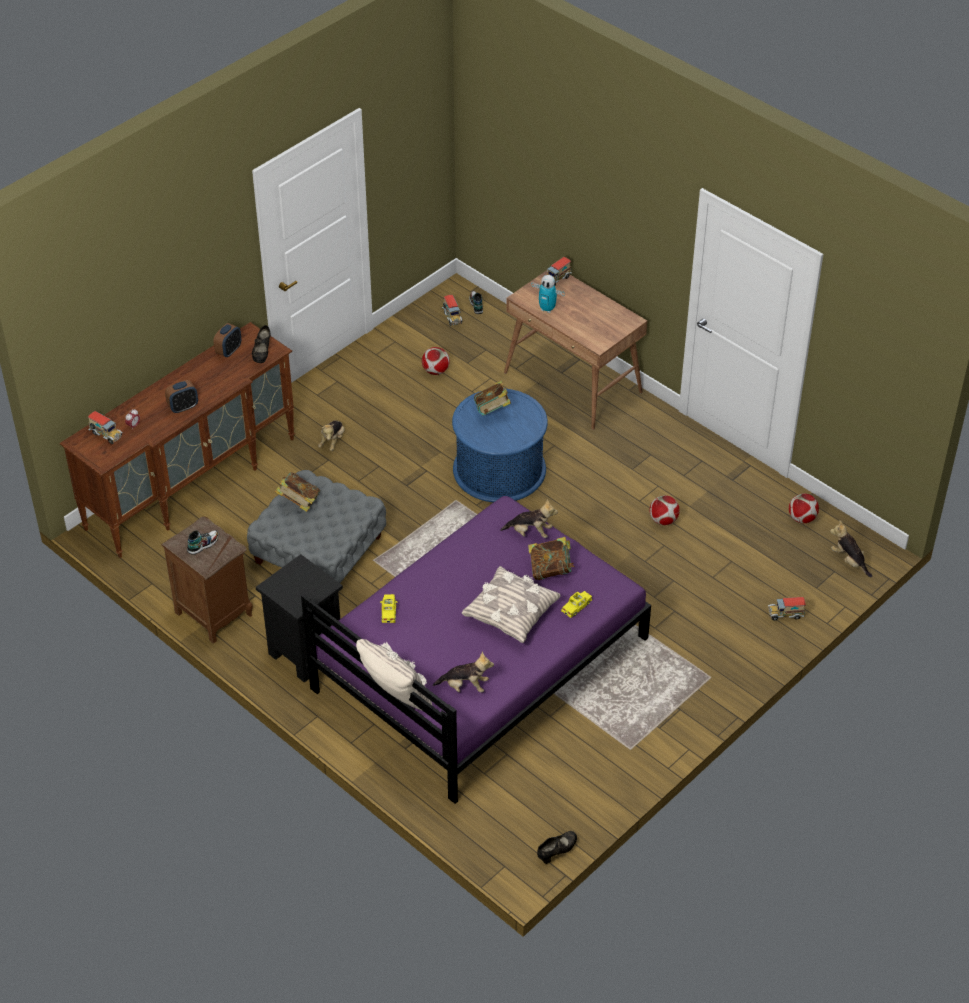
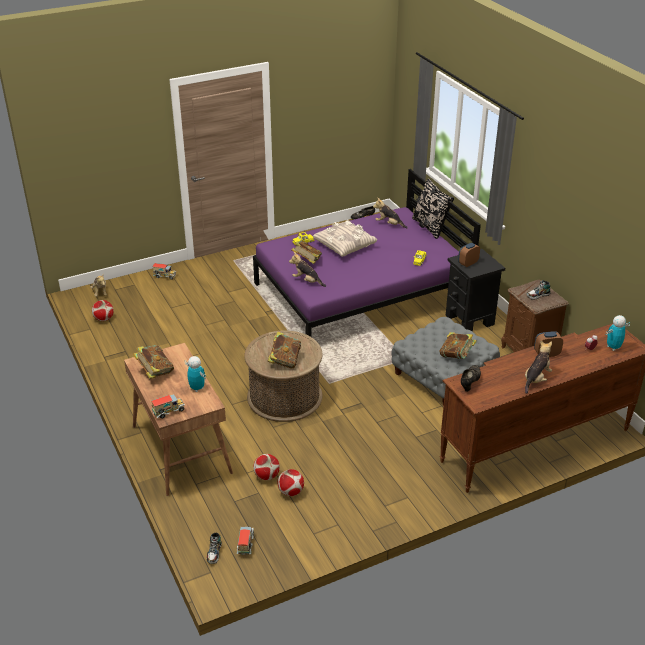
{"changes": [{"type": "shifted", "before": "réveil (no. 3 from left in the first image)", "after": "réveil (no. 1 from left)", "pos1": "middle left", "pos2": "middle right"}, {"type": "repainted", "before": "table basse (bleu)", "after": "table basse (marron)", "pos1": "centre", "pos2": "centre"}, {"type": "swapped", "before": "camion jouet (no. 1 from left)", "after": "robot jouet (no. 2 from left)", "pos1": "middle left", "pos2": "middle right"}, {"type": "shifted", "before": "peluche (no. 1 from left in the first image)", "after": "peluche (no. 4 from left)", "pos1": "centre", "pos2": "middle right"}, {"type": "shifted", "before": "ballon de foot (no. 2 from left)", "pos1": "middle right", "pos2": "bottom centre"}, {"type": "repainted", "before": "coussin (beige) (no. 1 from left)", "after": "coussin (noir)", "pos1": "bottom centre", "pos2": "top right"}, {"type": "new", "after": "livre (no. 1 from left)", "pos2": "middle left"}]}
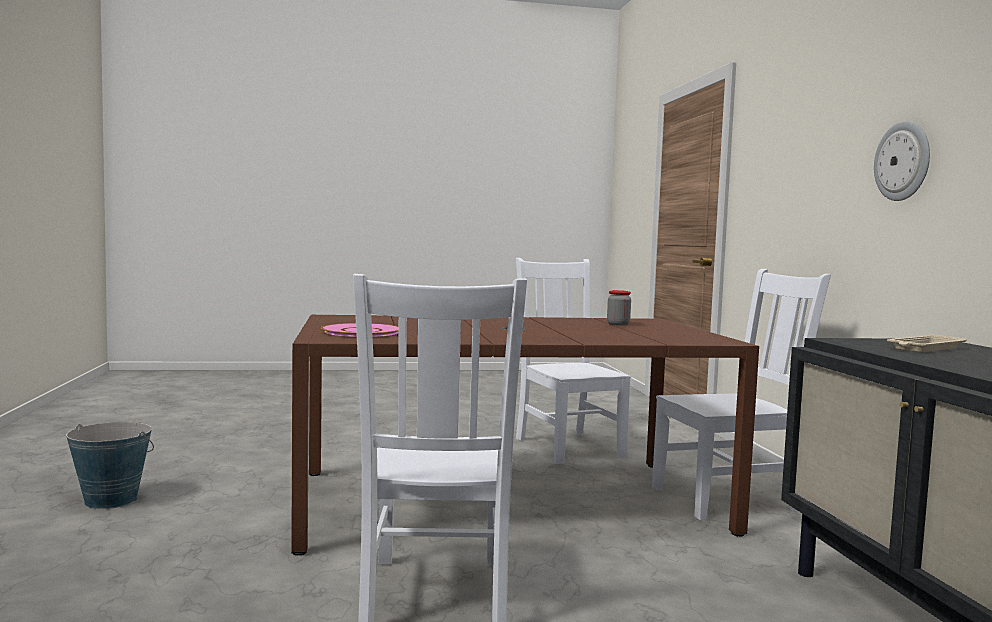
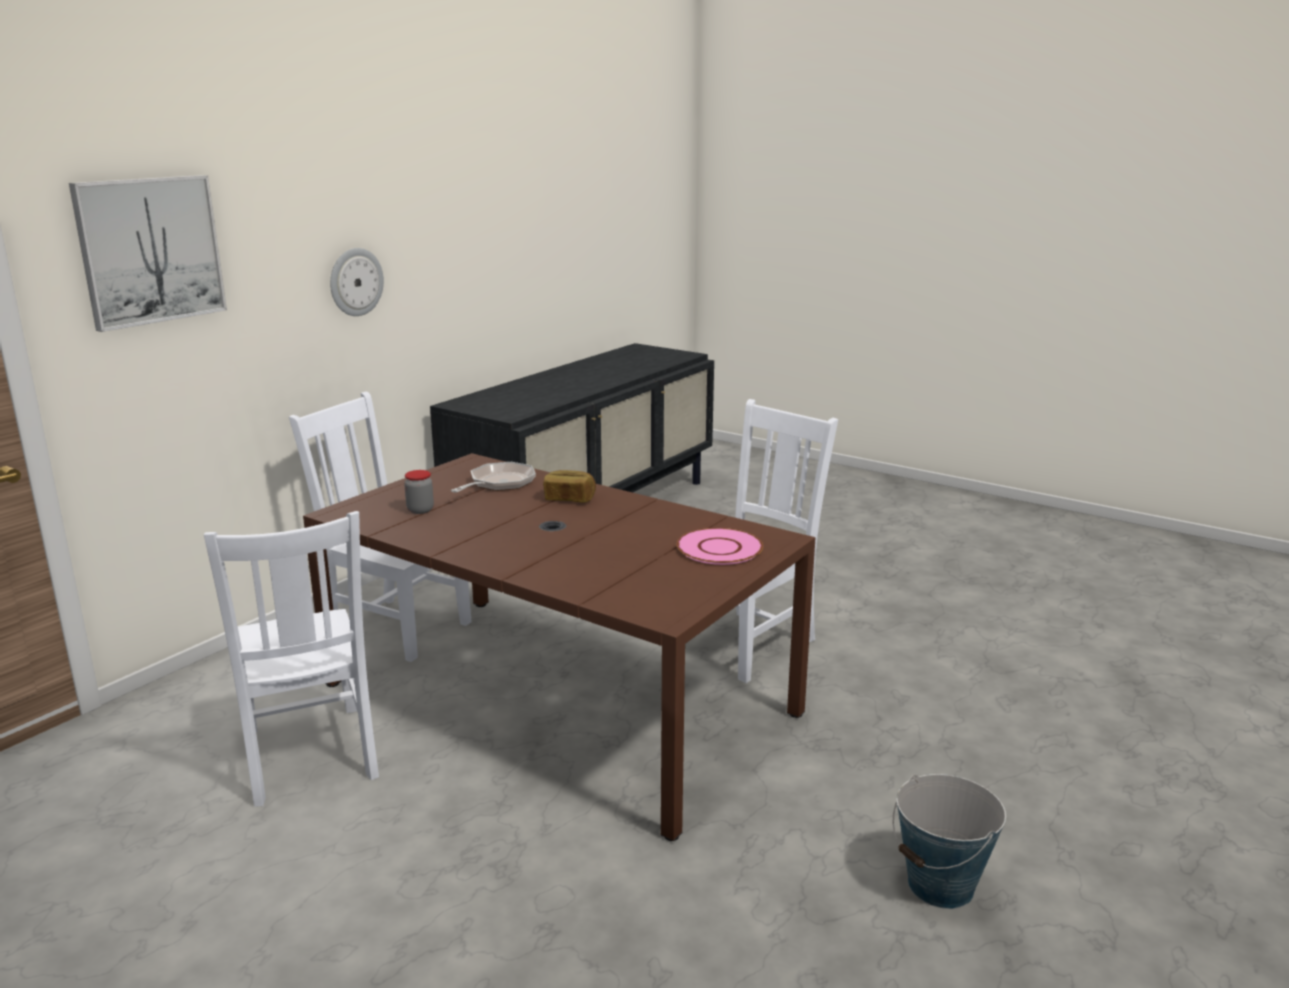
{"changes": [{"type": "rotated", "before": "chaise (blanc) (no. 2 from left in the first image)", "pos1": "centre", "pos2": "bottom left", "turn": -45}, {"type": "gone", "before": "plateau (beige)", "pos1": "middle right"}, {"type": "new", "after": "tableau", "pos2": "top left"}, {"type": "new", "after": "poêle", "pos2": "centre"}, {"type": "new", "after": "pain", "pos2": "centre"}]}
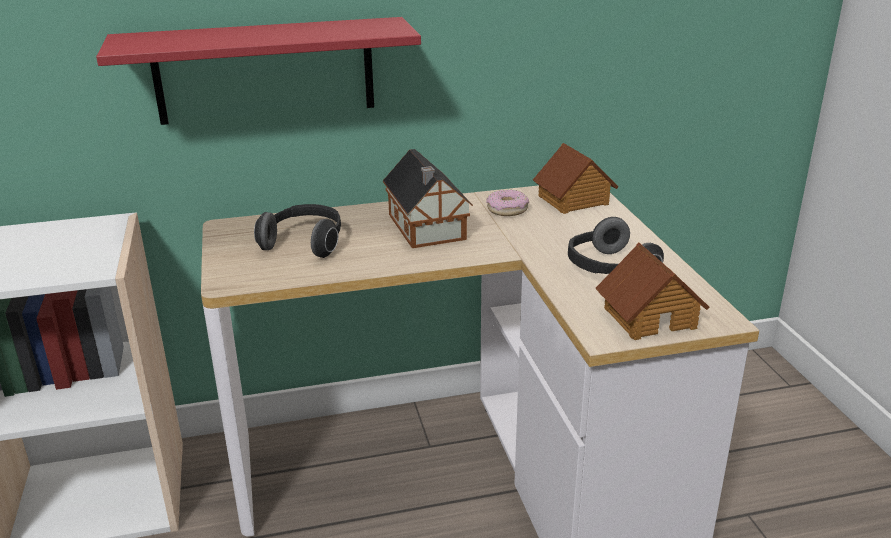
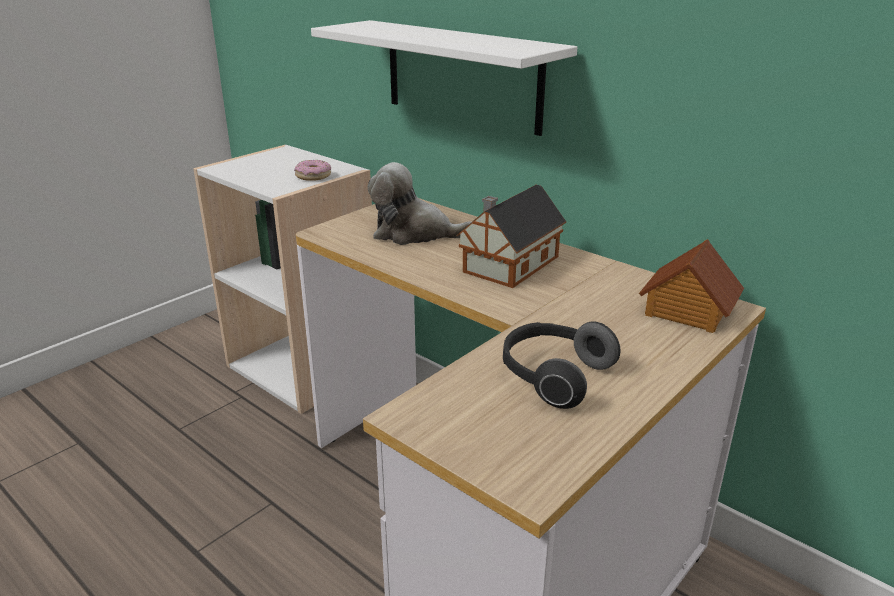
{"changes": [{"type": "repainted", "before": "étagère (rouge)", "after": "étagère (blanc)", "pos1": "top left", "pos2": "top centre"}, {"type": "shifted", "before": "beignet", "pos1": "centre", "pos2": "top centre"}, {"type": "swapped", "before": "casque audio (no. 1 from left)", "after": "peluche", "pos1": "centre", "pos2": "centre"}, {"type": "gone", "before": "maison miniature (no. 3 from left)", "pos1": "middle right"}]}
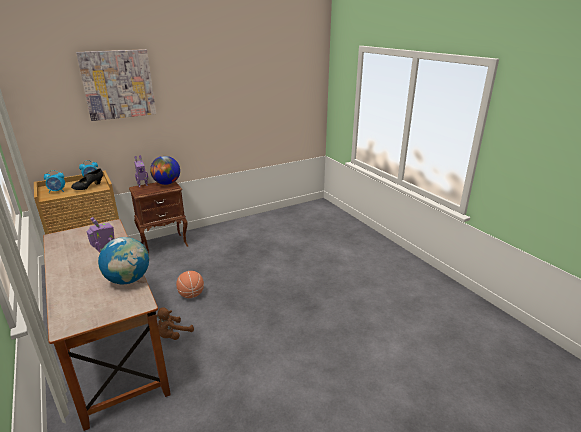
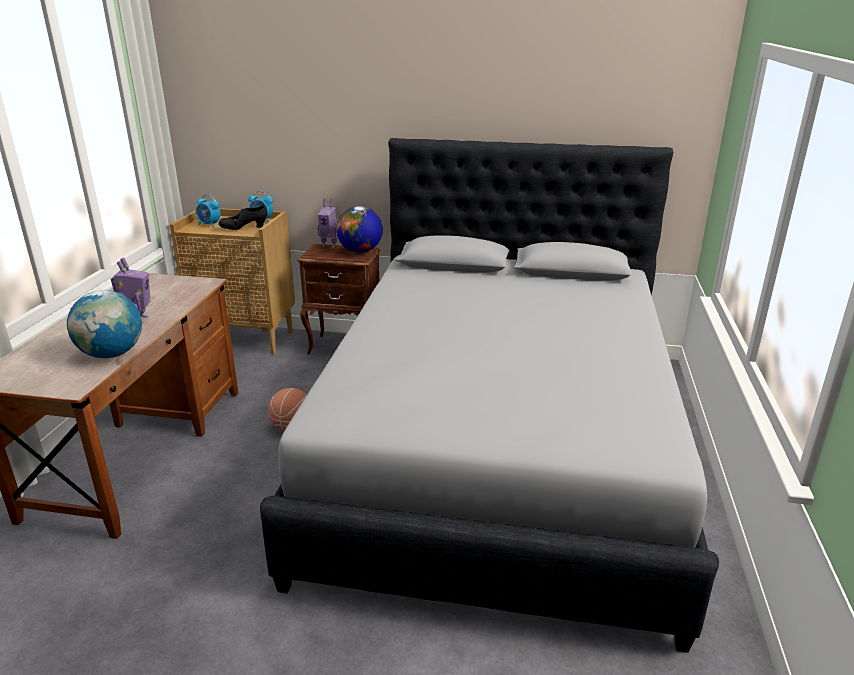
{"changes": [{"type": "gone", "before": "tableau", "pos1": "top left"}, {"type": "gone", "before": "peluche (marron)", "pos1": "bottom left"}, {"type": "new", "after": "lit (gris)", "pos2": "centre"}]}
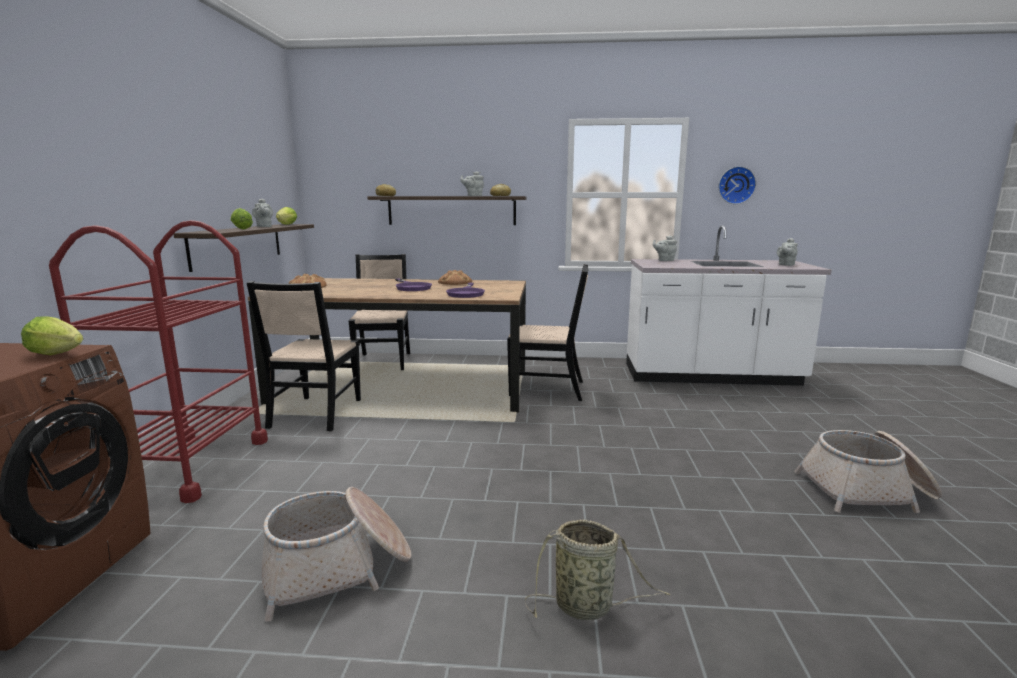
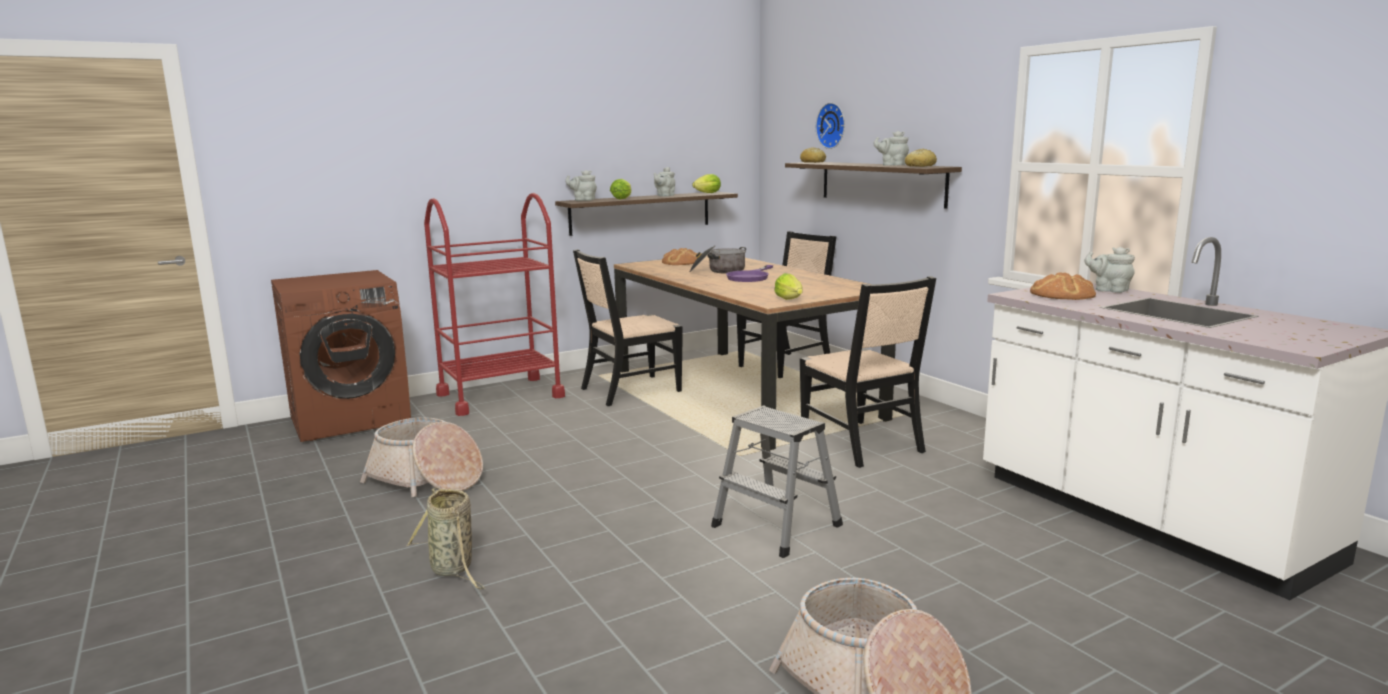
{"changes": [{"type": "shifted", "before": "horloge murale", "pos1": "top right", "pos2": "top centre"}, {"type": "shifted", "before": "théière (gris) (no. 4 from left in the first image)", "after": "théière (gris) (no. 1 from left)", "pos1": "middle right", "pos2": "top centre"}, {"type": "shifted", "before": "pain (no. 3 from left in the first image)", "after": "pain (no. 4 from left)", "pos1": "centre", "pos2": "middle right"}, {"type": "gone", "before": "poêle (violet) (no. 2 from left)", "pos1": "centre"}, {"type": "shifted", "before": "laitue (no. 1 from left in the first image)", "after": "laitue (no. 3 from left)", "pos1": "middle left", "pos2": "centre"}, {"type": "new", "after": "marmite", "pos2": "centre"}, {"type": "new", "after": "escabeau (gris)", "pos2": "bottom centre"}]}
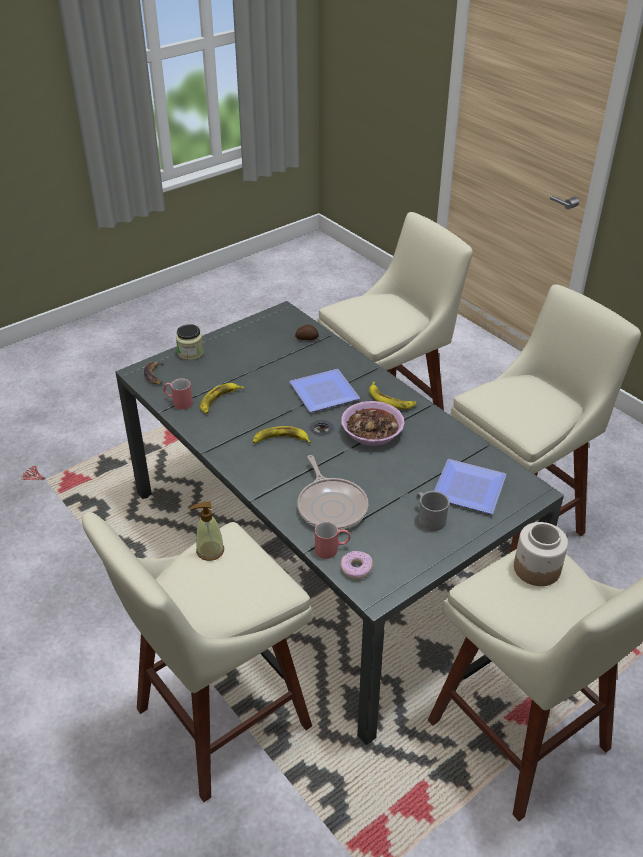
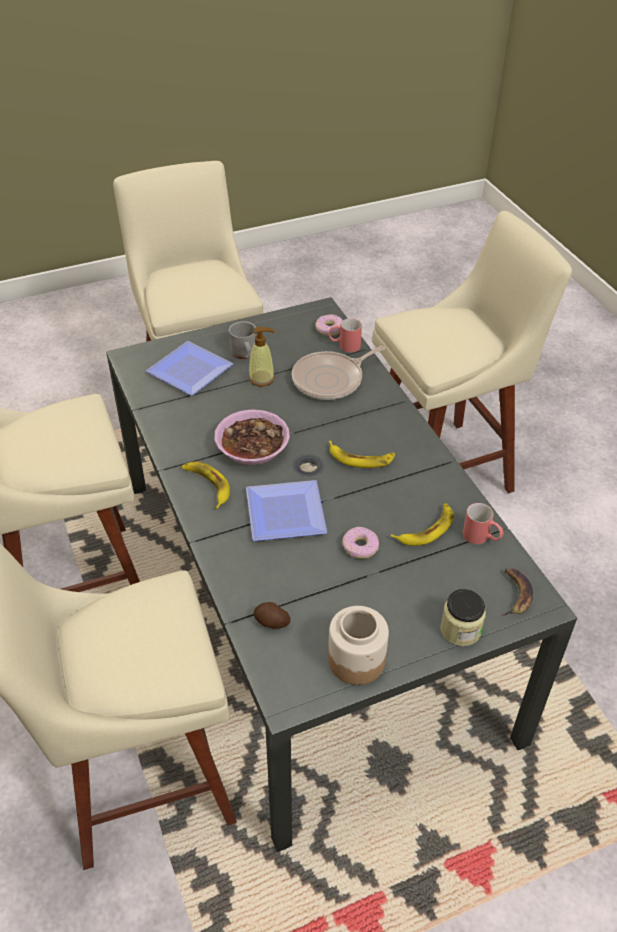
{"changes": [{"type": "rotated", "before": "poêle", "pos1": "centre", "pos2": "centre", "turn": -120}, {"type": "shifted", "before": "distributeur de savon", "pos1": "middle left", "pos2": "centre"}, {"type": "shifted", "before": "bocal (no. 2 from left in the first image)", "after": "bocal (no. 1 from left)", "pos1": "middle right", "pos2": "bottom centre"}, {"type": "new", "after": "beignet (no. 2 from left)", "pos2": "centre"}]}
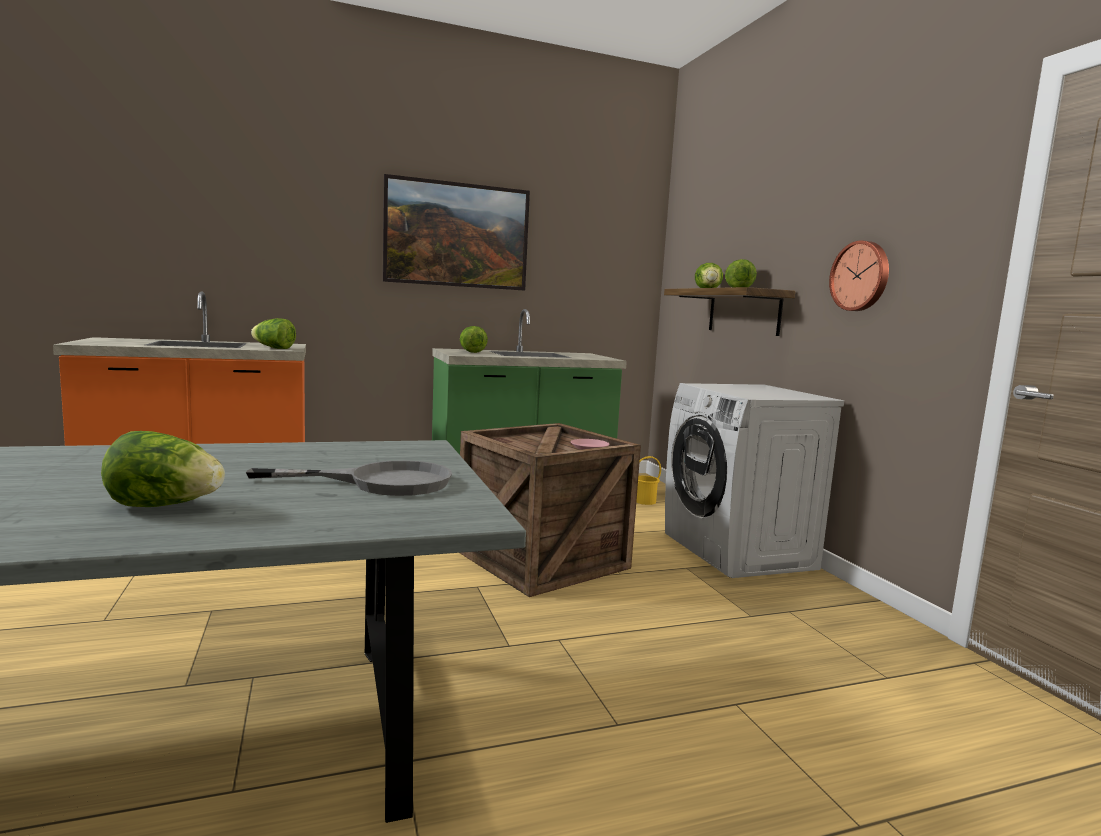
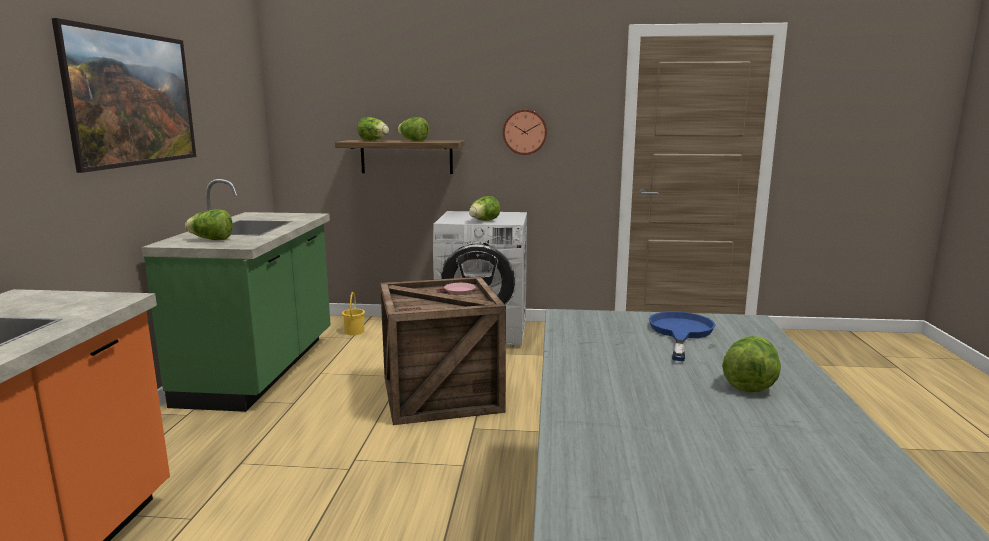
{"changes": [{"type": "shifted", "before": "laitue (no. 2 from left in the first image)", "after": "laitue (no. 4 from left)", "pos1": "middle left", "pos2": "centre"}, {"type": "repainted", "before": "poêle (gris)", "after": "poêle (bleu)", "pos1": "middle left", "pos2": "middle right"}]}
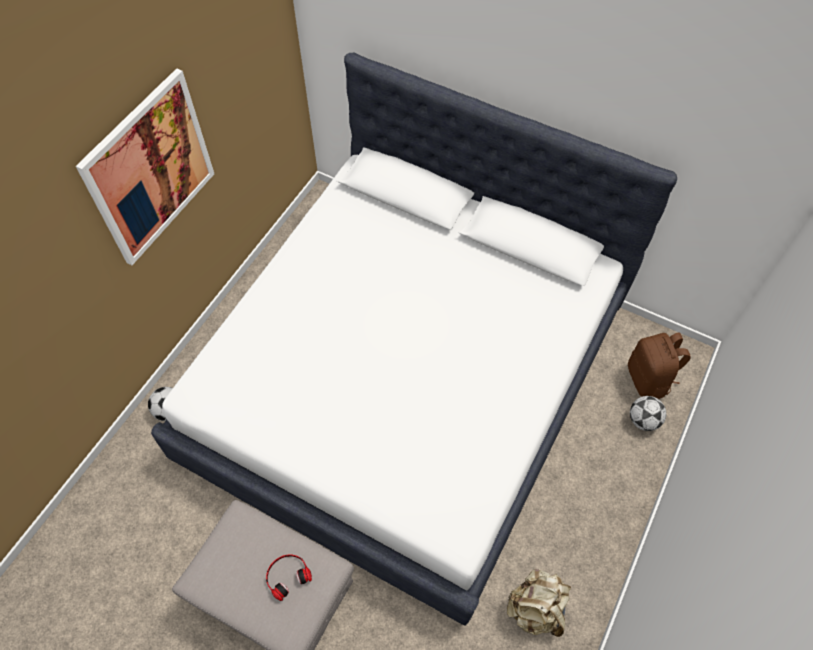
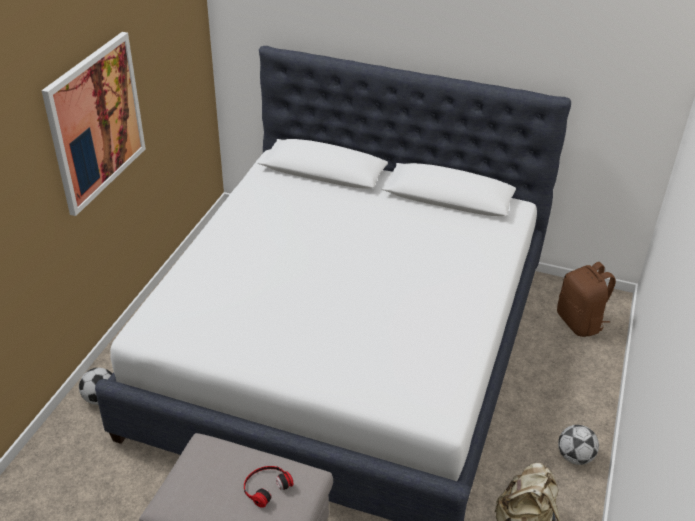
{"changes": [{"type": "shifted", "before": "ballon de foot (no. 2 from left)", "pos1": "middle right", "pos2": "bottom right"}]}
